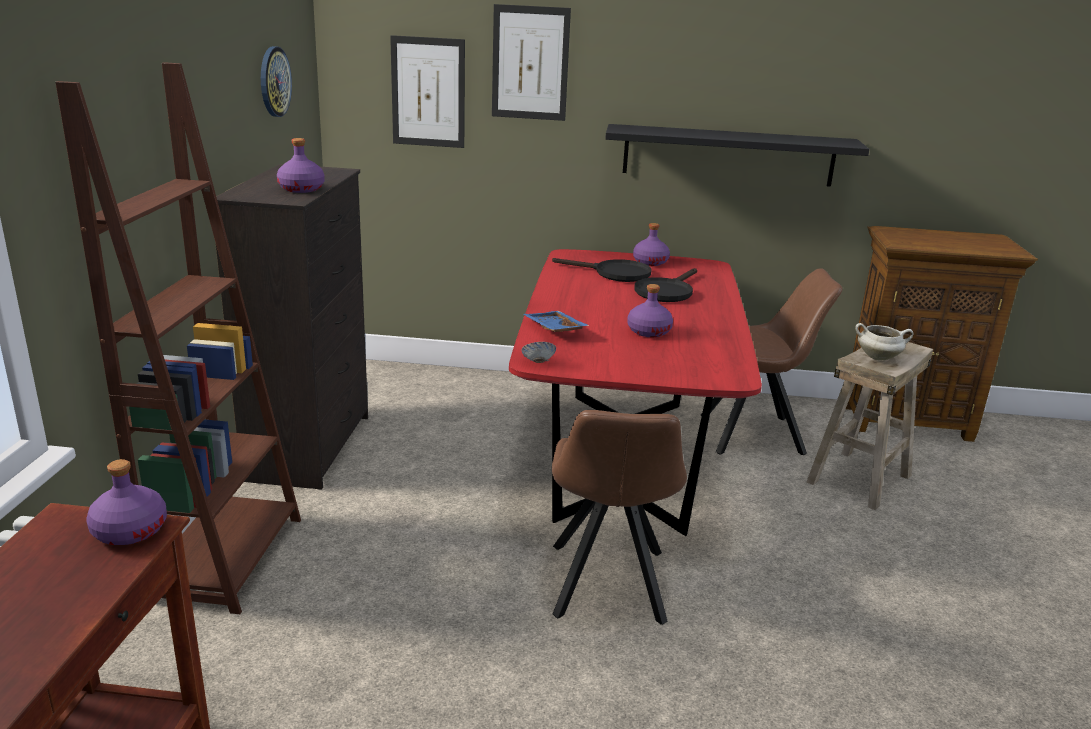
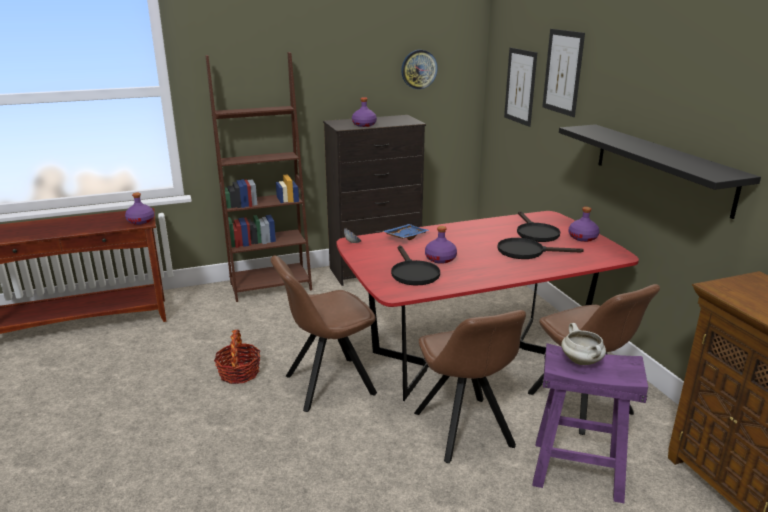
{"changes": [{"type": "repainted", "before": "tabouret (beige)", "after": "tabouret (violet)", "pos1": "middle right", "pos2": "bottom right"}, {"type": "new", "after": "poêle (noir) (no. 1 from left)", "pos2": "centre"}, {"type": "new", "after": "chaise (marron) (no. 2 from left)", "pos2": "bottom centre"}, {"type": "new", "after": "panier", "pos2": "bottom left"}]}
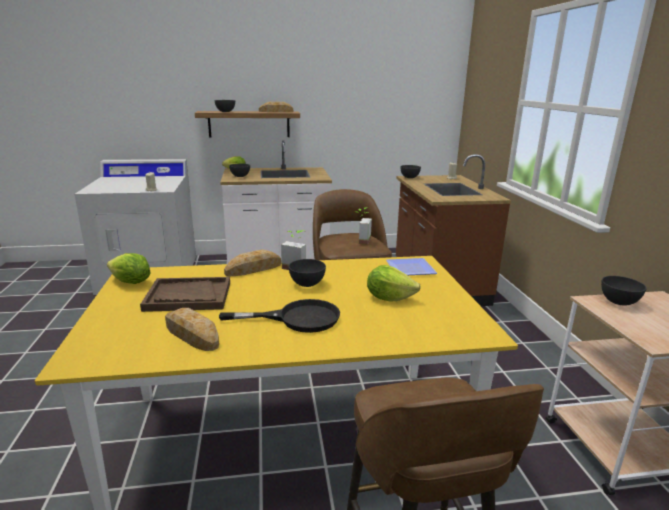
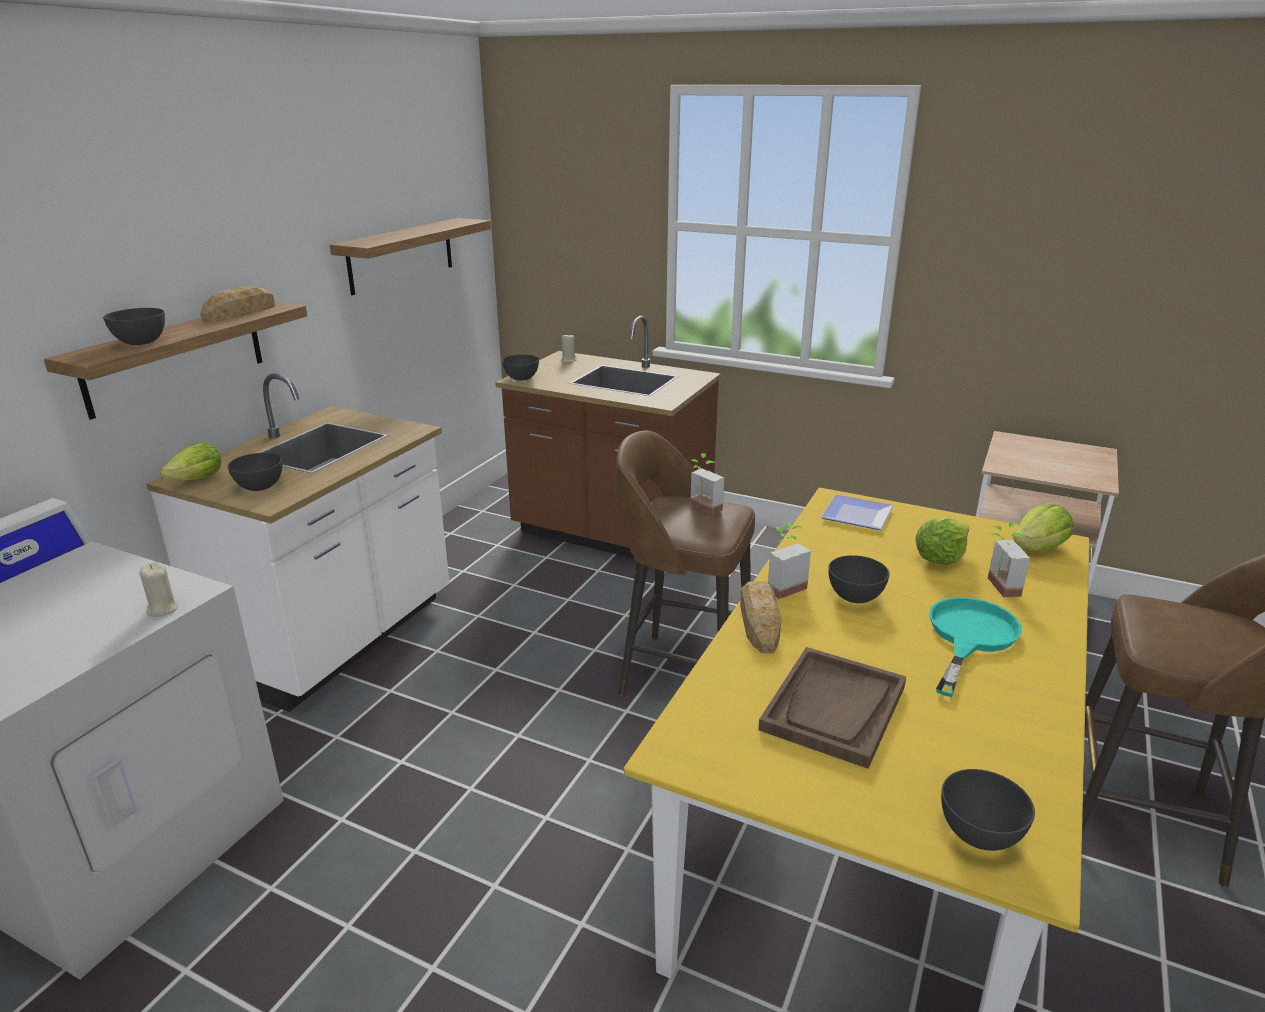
{"changes": [{"type": "shifted", "before": "laitue (no. 1 from left in the first image)", "after": "laitue (no. 3 from left)", "pos1": "middle left", "pos2": "middle right"}, {"type": "shifted", "before": "bol (gris) (no. 5 from left)", "pos1": "middle right", "pos2": "bottom right"}, {"type": "repainted", "before": "poêle (noir)", "after": "poêle (turquoise)", "pos1": "centre", "pos2": "middle right"}, {"type": "gone", "before": "pain (no. 1 from left)", "pos1": "middle left"}, {"type": "new", "after": "étagère (no. 2 from left)", "pos2": "top left"}, {"type": "new", "after": "plante en pot (no. 3 from left)", "pos2": "middle right"}]}
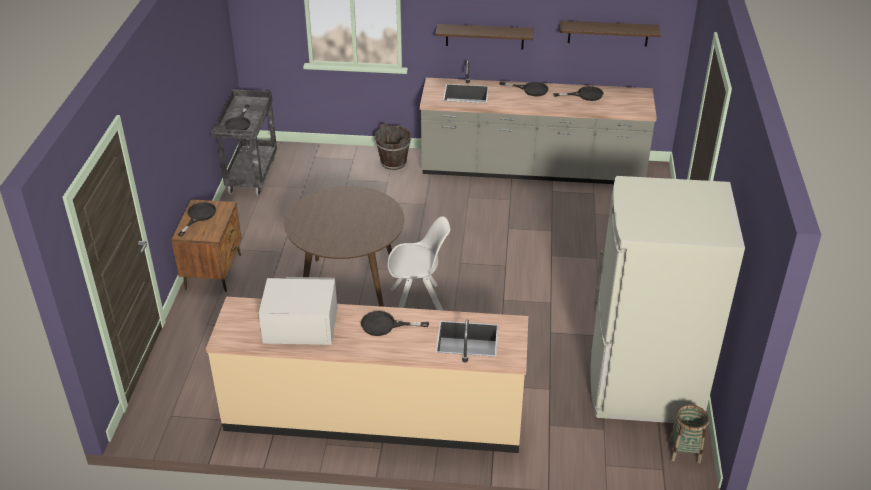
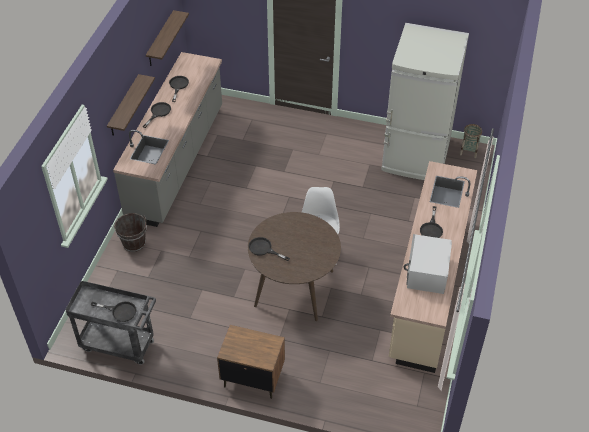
{"changes": [{"type": "shifted", "before": "poêle (noir) (no. 1 from left in the first image)", "after": "poêle (noir) (no. 4 from left)", "pos1": "middle left", "pos2": "centre"}]}
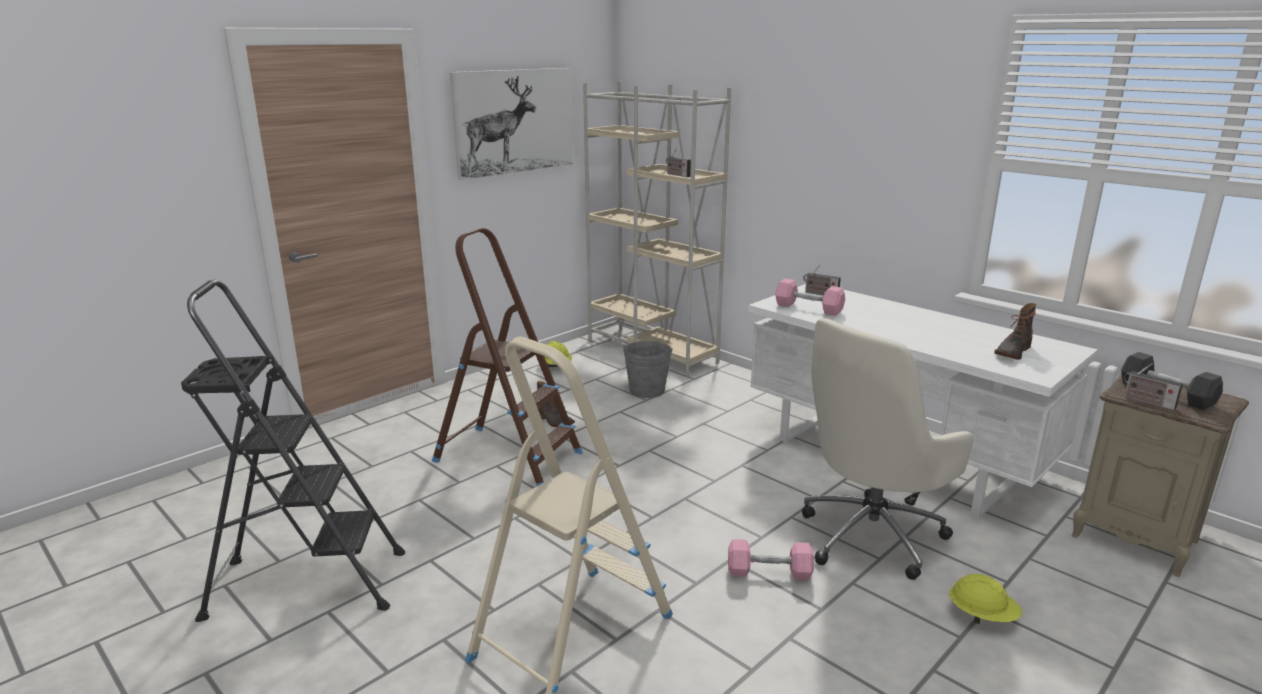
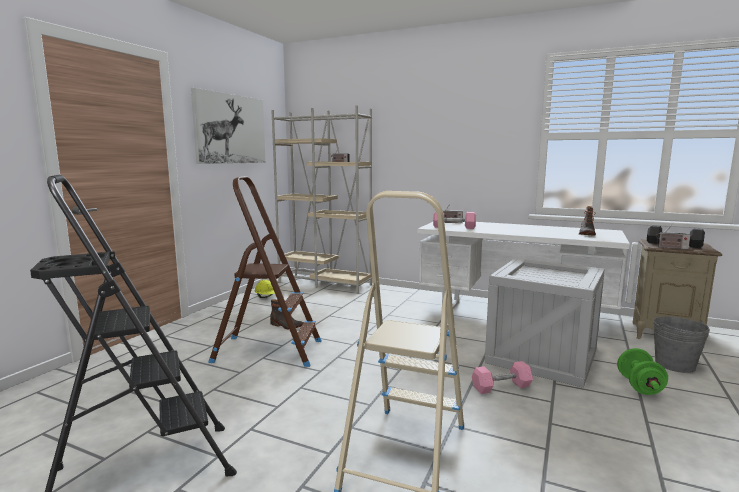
{"changes": [{"type": "swapped", "before": "chaise de bureau (beige)", "after": "caisse", "pos1": "middle right", "pos2": "middle right"}, {"type": "shifted", "before": "seau (gris)", "pos1": "centre", "pos2": "bottom right"}, {"type": "swapped", "before": "casque de chantier (jaune) (no. 2 from left)", "after": "haltère (vert)", "pos1": "bottom right", "pos2": "bottom right"}]}
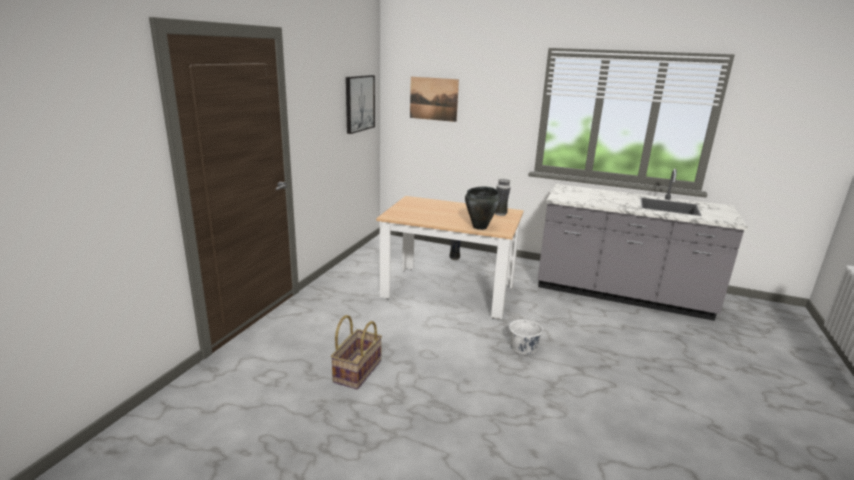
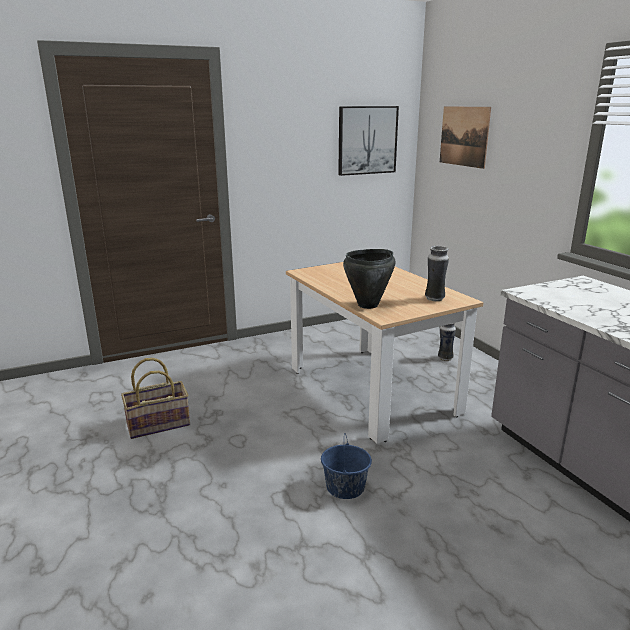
{"changes": [{"type": "repainted", "before": "seau (blanc)", "after": "seau (bleu)", "pos1": "bottom centre", "pos2": "bottom centre"}]}
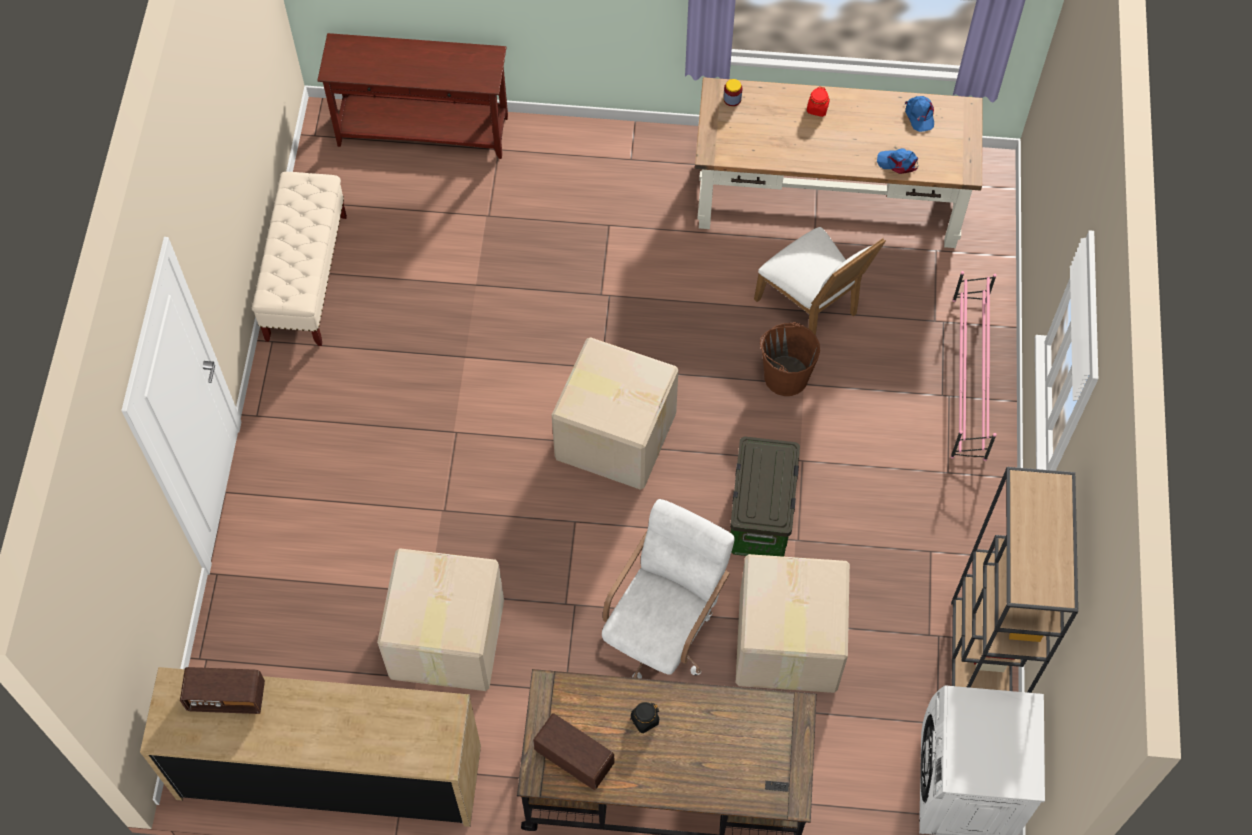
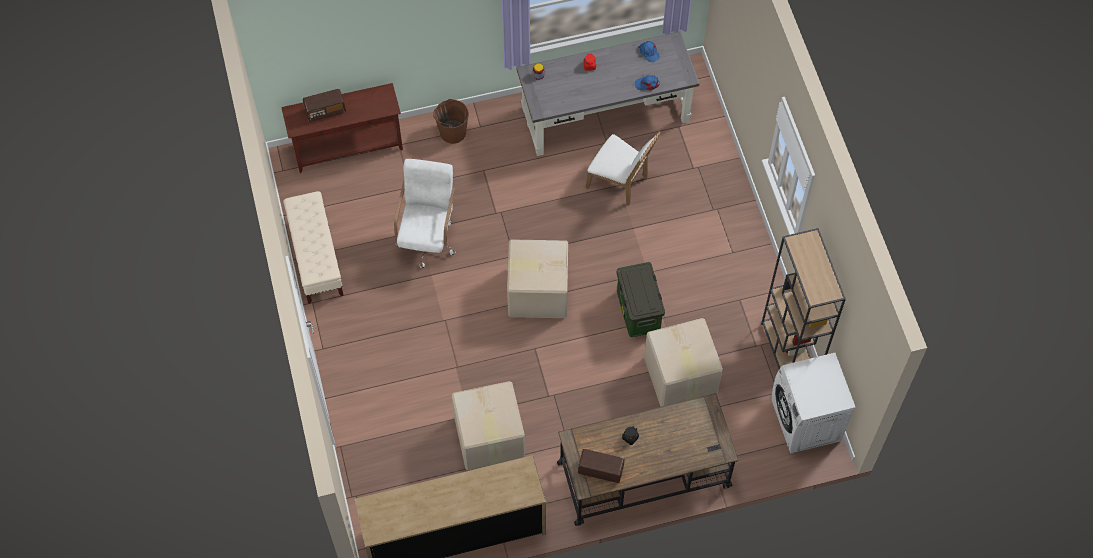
{"changes": [{"type": "repainted", "before": "bureau (marron) (no. 2 from left)", "after": "bureau (gris)", "pos1": "top right", "pos2": "top centre"}, {"type": "gone", "before": "étagère à chaussures (rose)", "pos1": "middle right"}, {"type": "shifted", "before": "seau (marron)", "pos1": "centre", "pos2": "top centre"}, {"type": "shifted", "before": "chaise de bureau (blanc)", "pos1": "bottom centre", "pos2": "centre"}, {"type": "shifted", "before": "radio (no. 1 from left)", "pos1": "bottom left", "pos2": "top left"}]}
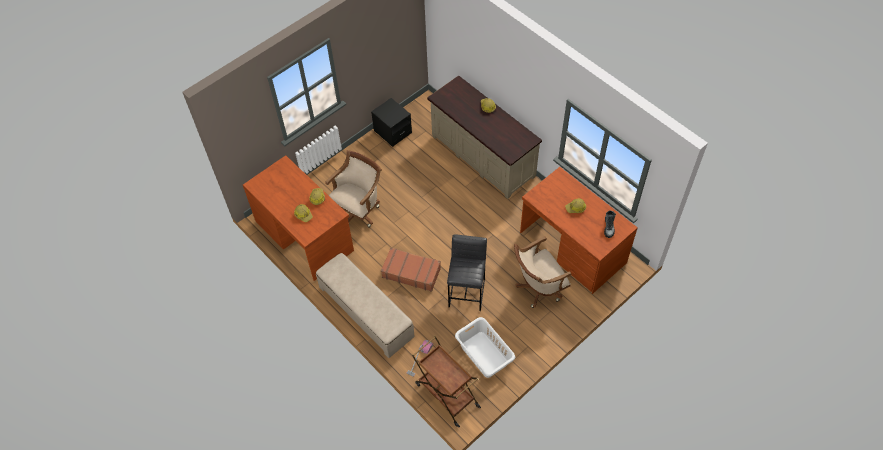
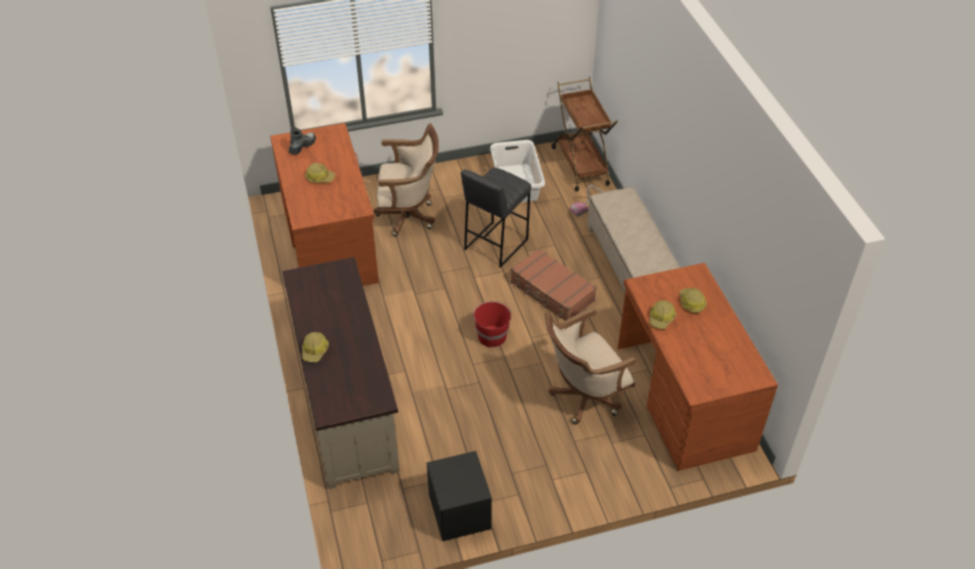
{"changes": [{"type": "new", "after": "seau (rouge)", "pos2": "centre"}]}
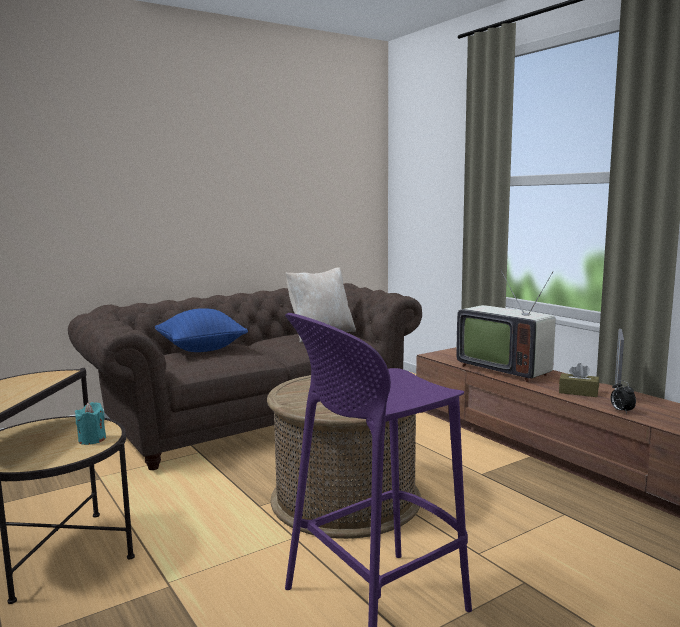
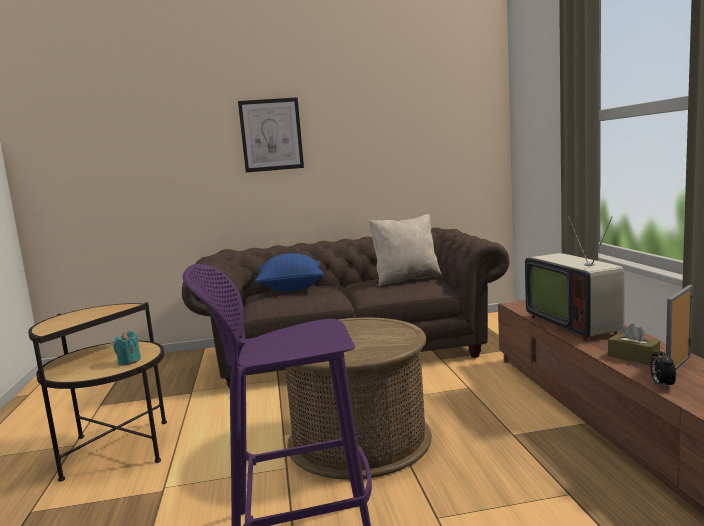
{"changes": [{"type": "new", "after": "tableau", "pos2": "top centre"}]}
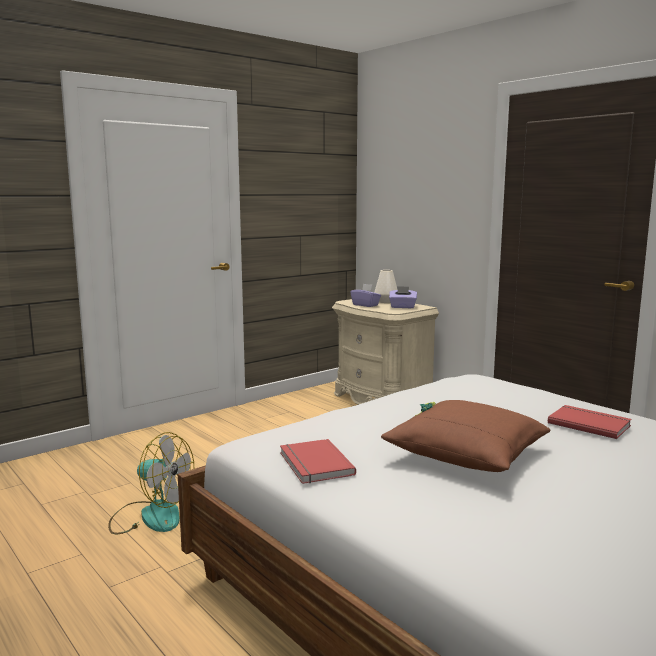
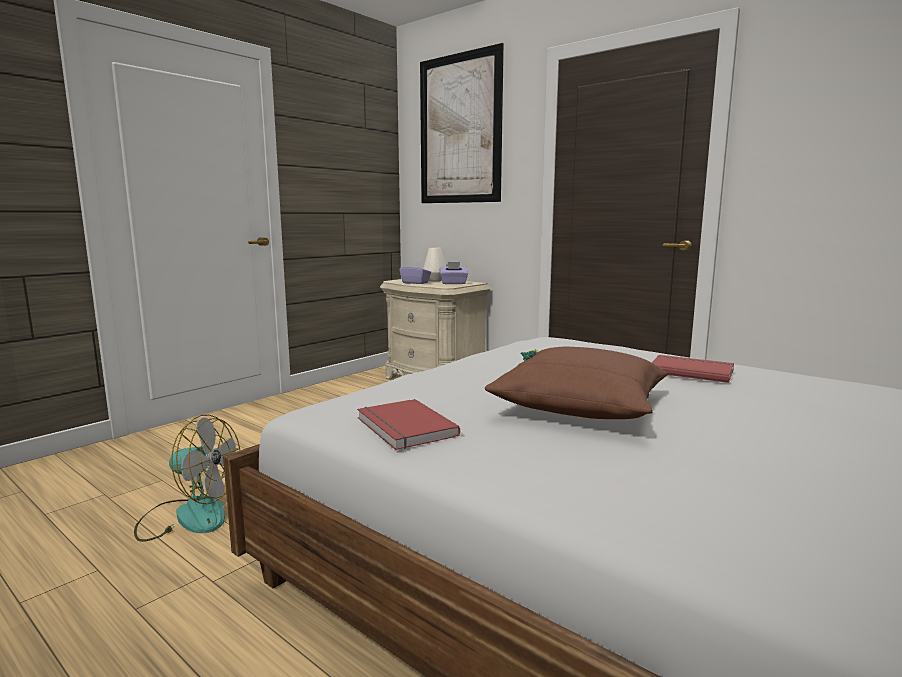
{"changes": [{"type": "new", "after": "tableau", "pos2": "top centre"}]}
